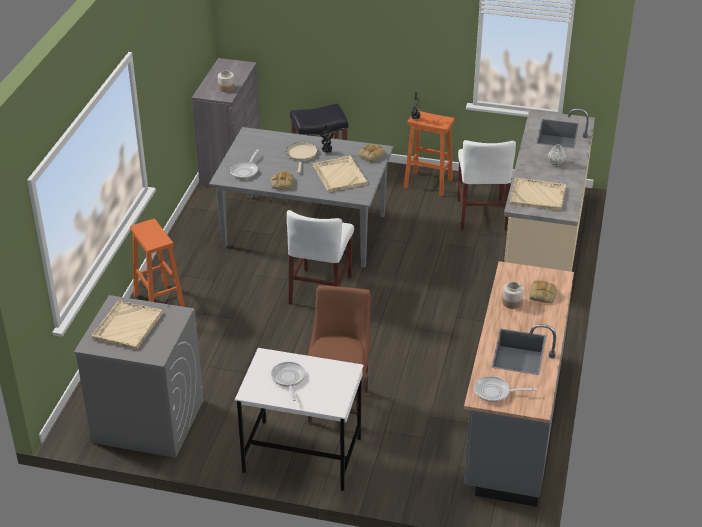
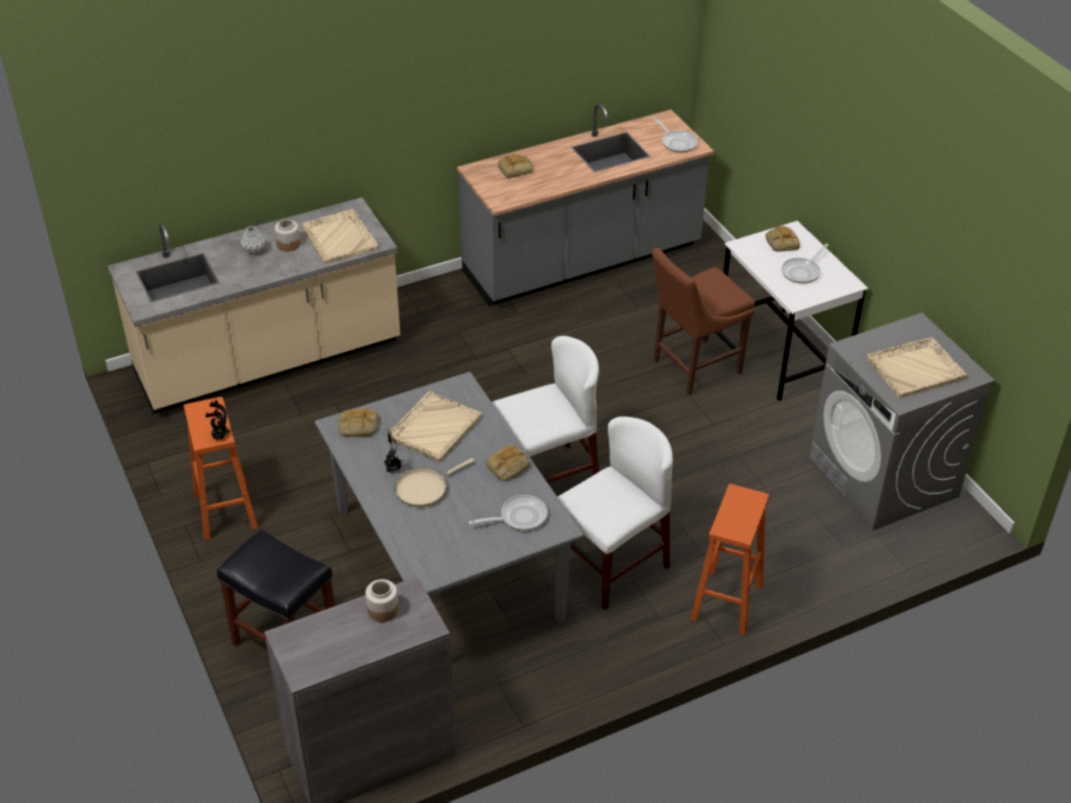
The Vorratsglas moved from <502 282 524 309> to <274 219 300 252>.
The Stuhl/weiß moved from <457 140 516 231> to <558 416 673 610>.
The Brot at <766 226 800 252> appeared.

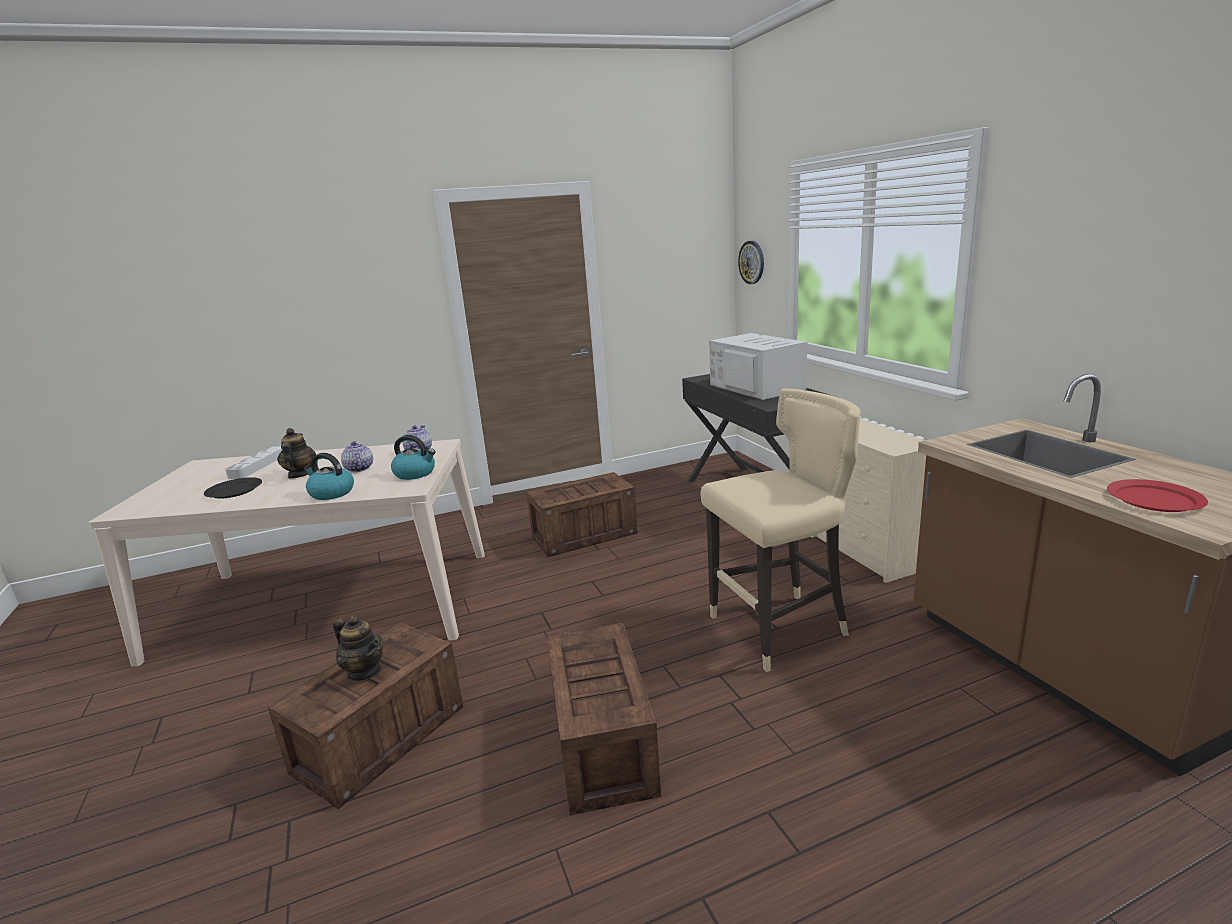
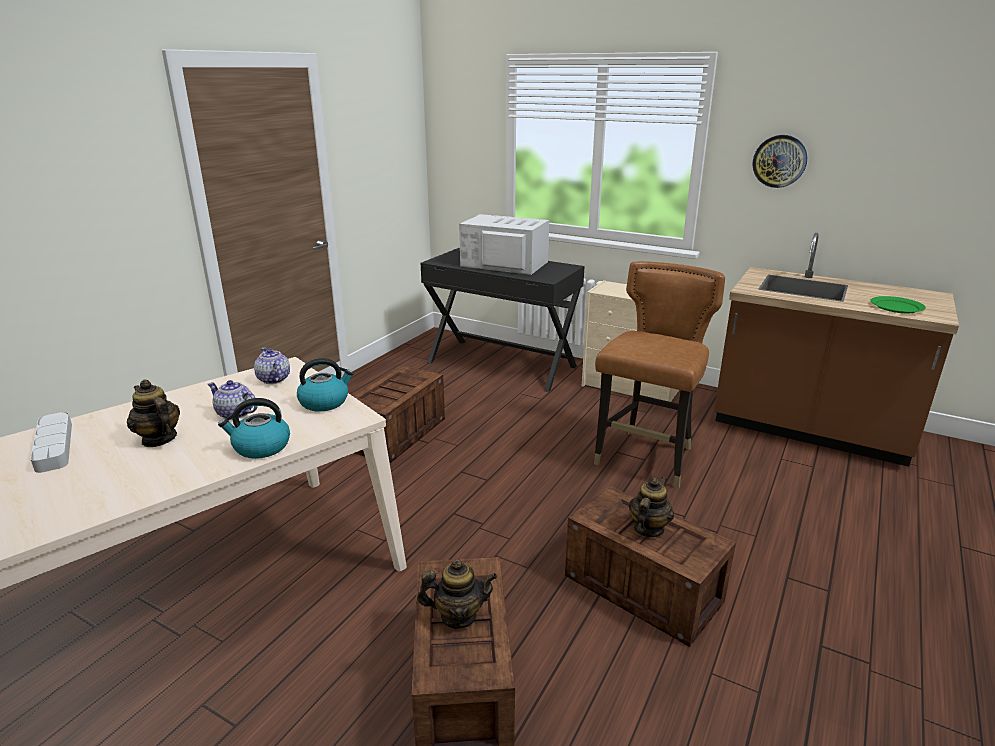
The Hocker/beige at <700 389 861 672> was replaced by the Stuhl/braun at <594 261 725 489>.
The Teekanne at <629 477 674 537> appeared.
The Wanduhr moved from <738 241 764 284> to <752 135 807 188>.
The Teller/rot at <1107 479 1208 512> became the Teller/grün at <870 296 926 313>.
The Teller/schwarz at <204 477 262 499> disappeared.

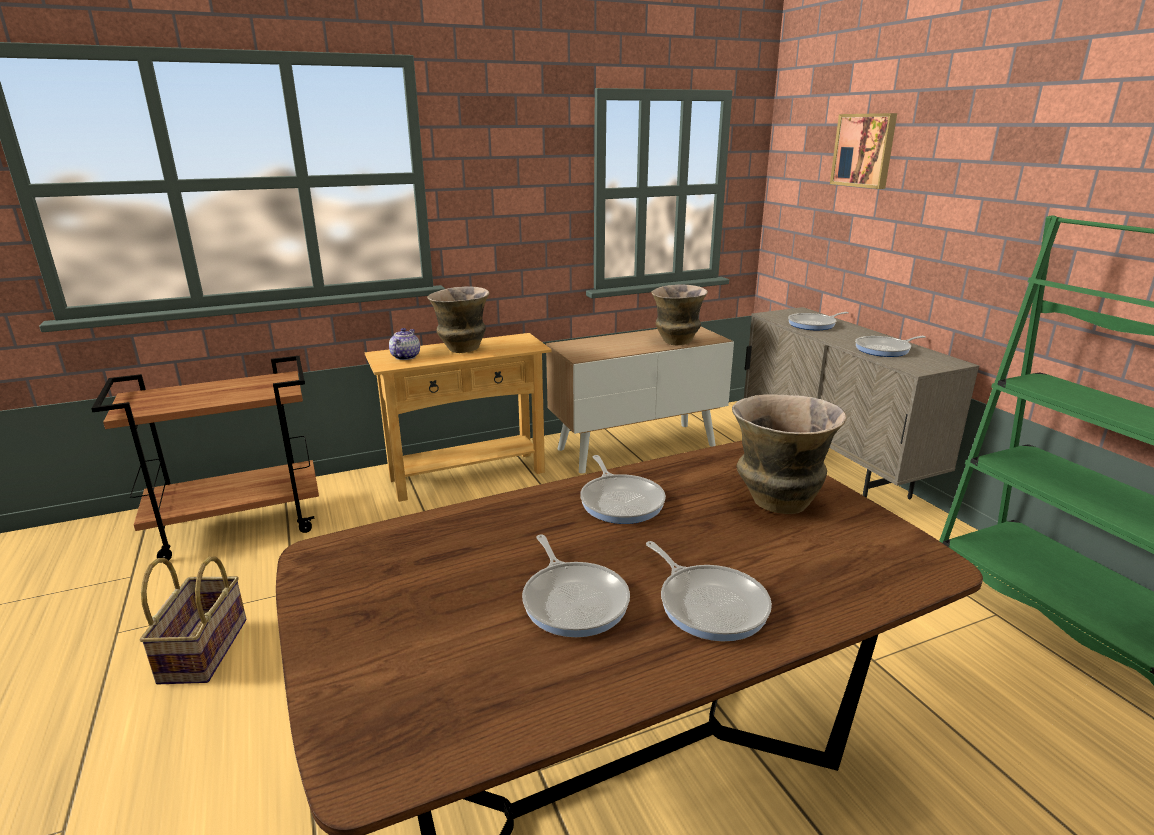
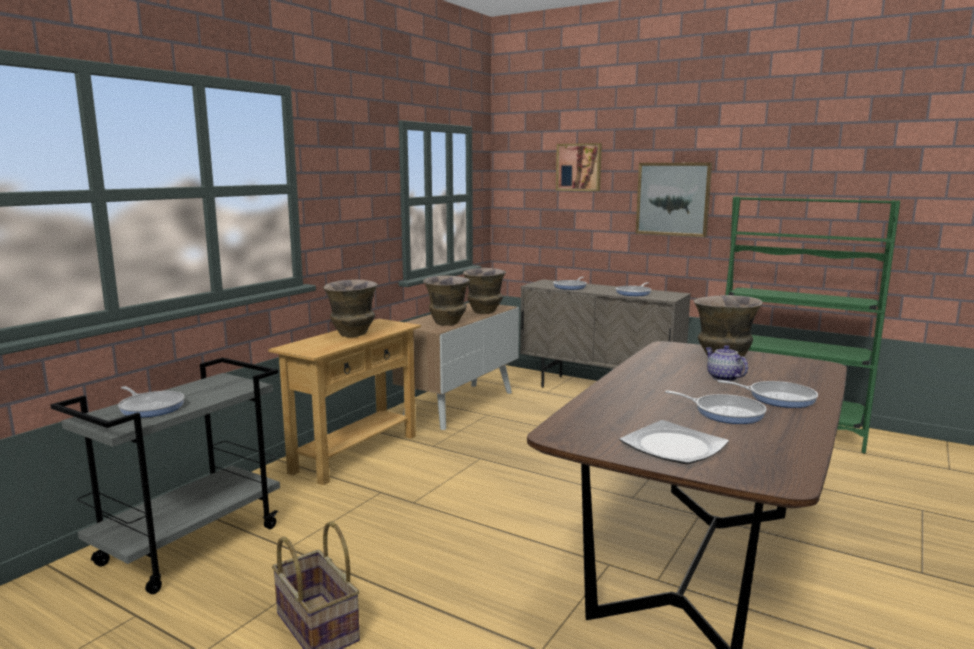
The Rollwagen/braun at <91 356 319 561> became the Rollwagen/grau at <50 357 280 594>.
The Pfanne moved from <580 455 666 524> to <118 386 184 417>.
The Vase at <423 275 470 326> appeared.
The Teller at <619 420 729 464> appeared.
The Bild at <636 163 712 237> appeared.
The Teekanne moved from <389 328 420 360> to <706 345 748 381>.

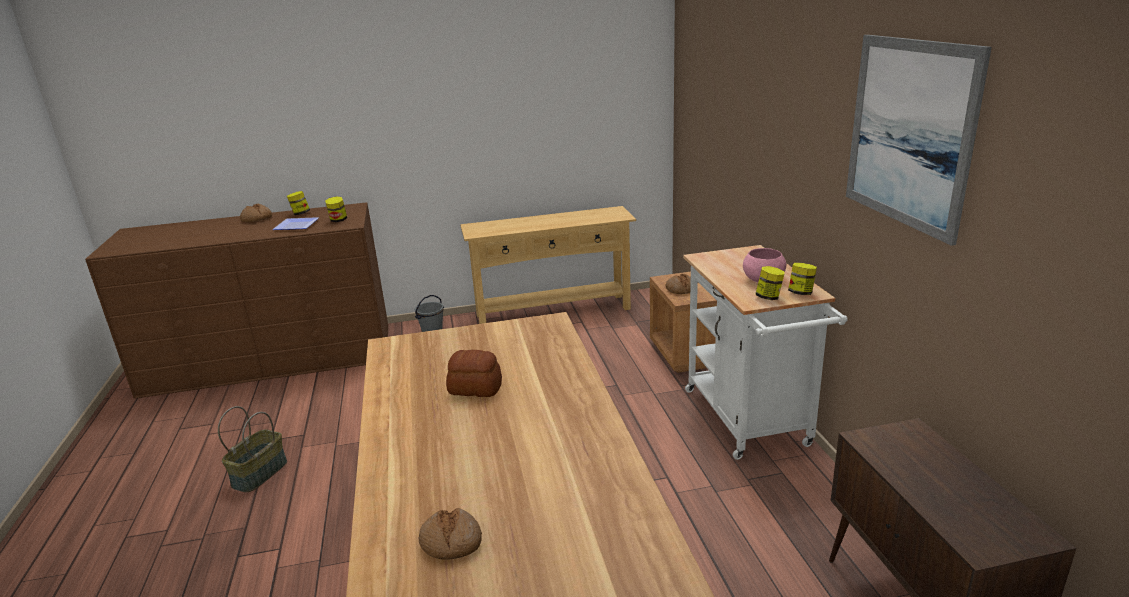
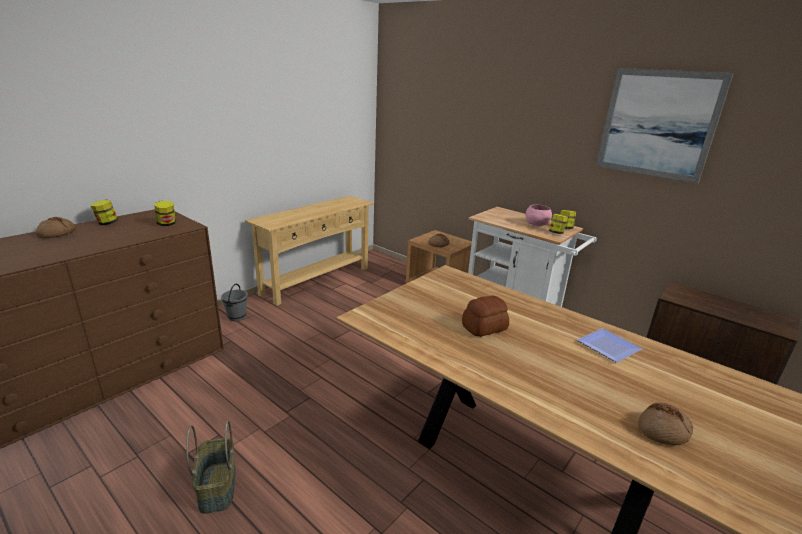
The Teller moved from <272 217 319 230> to <577 328 642 363>.

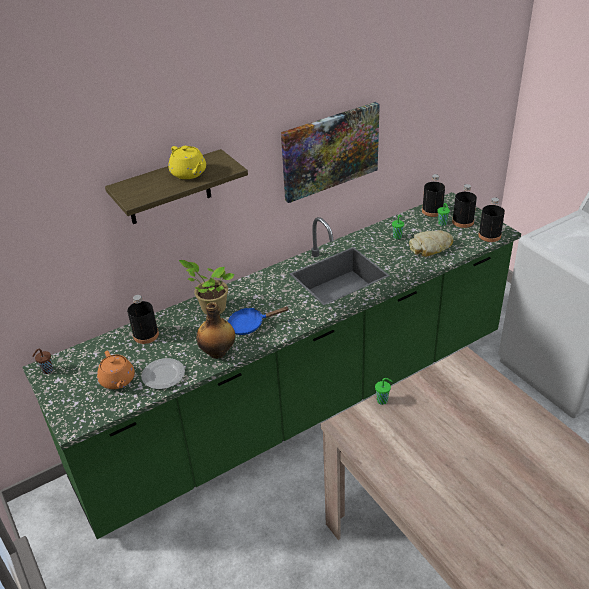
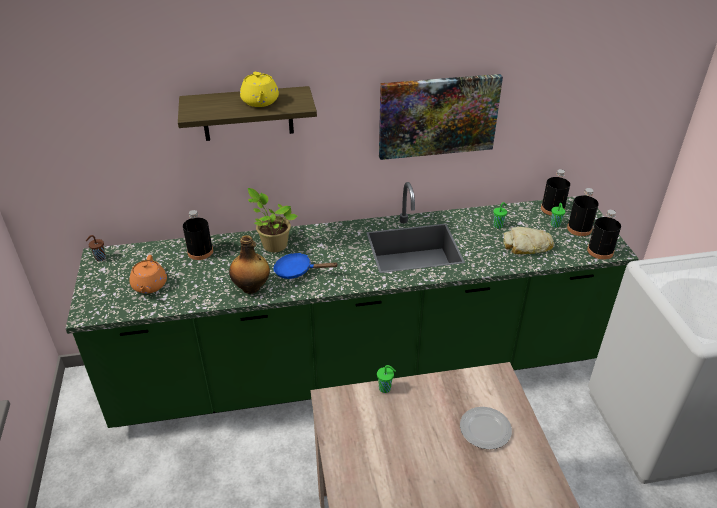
The Teller moved from <141 358 185 389> to <460 407 512 449>.

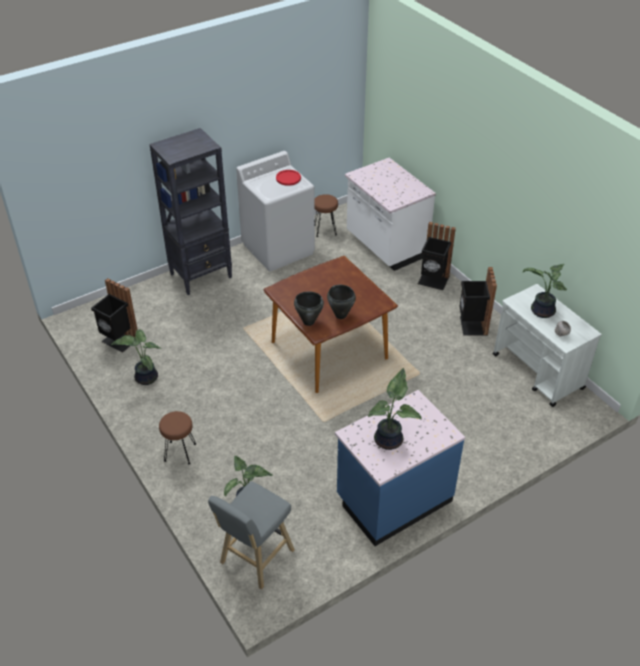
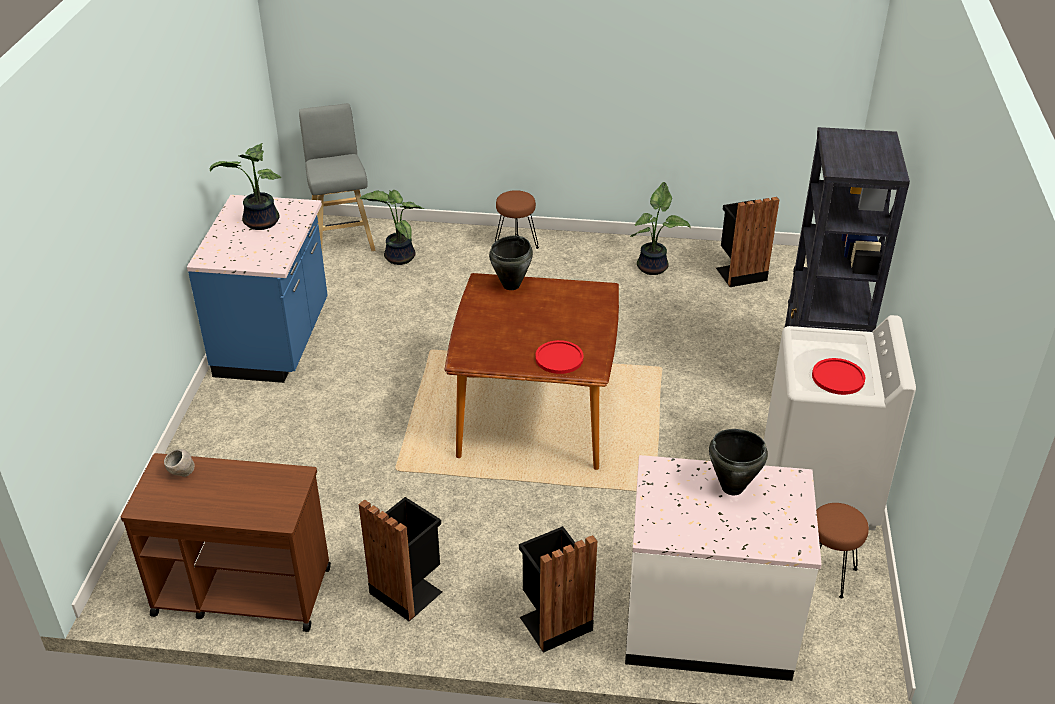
The Rollwagen/weiß at <493 284 602 407> became the Rollwagen/braun at <121 453 331 632>.
The Teller/rot at <535 340 583 374> appeared.
The Kochtopf/schwarz moved from <327 285 356 319> to <709 429 768 495>.
The Topfpflanze at <523 264 567 318> disappeared.

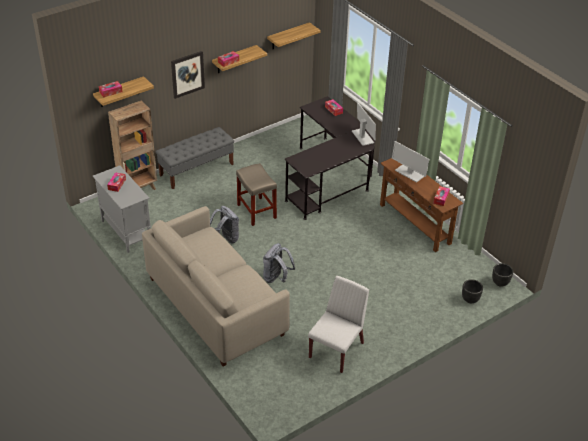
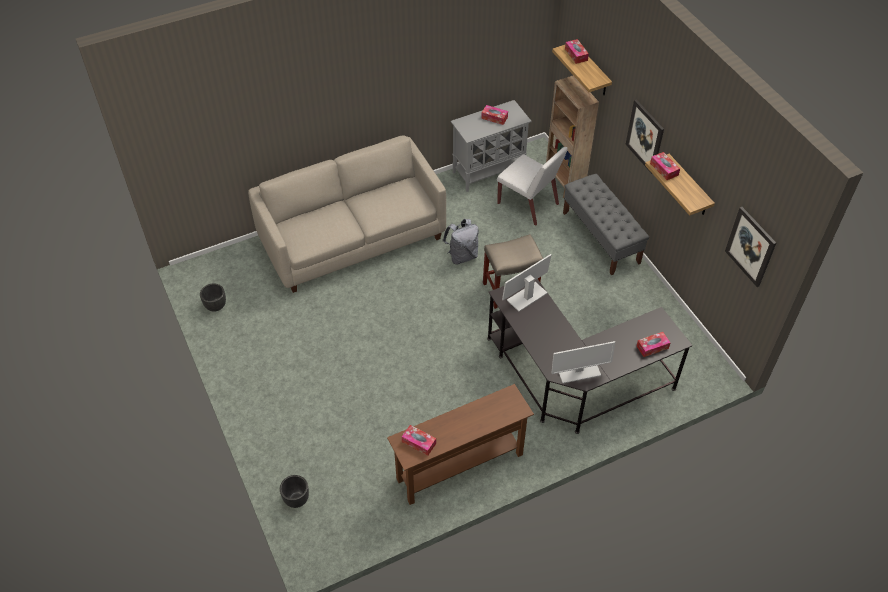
The Pflanzkübel/schwarz moved from <492 263 513 287> to <200 283 226 311>.
The Stuhl/weiß moved from <308 276 369 373> to <497 147 568 226>.
The Monitor moved from <392 141 429 183> to <502 254 551 312>.
The Wandregal at <267 22 320 49> was replaced by the Bild at <725 207 776 287>.
The Rucksack/grau at <263 243 295 283> disappeared.

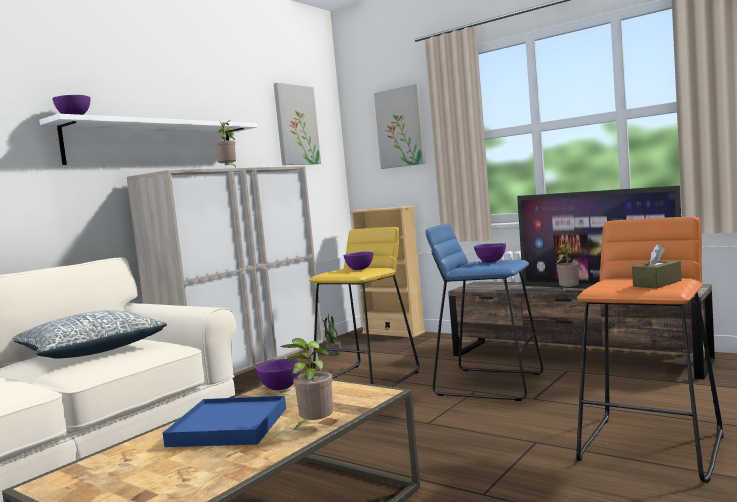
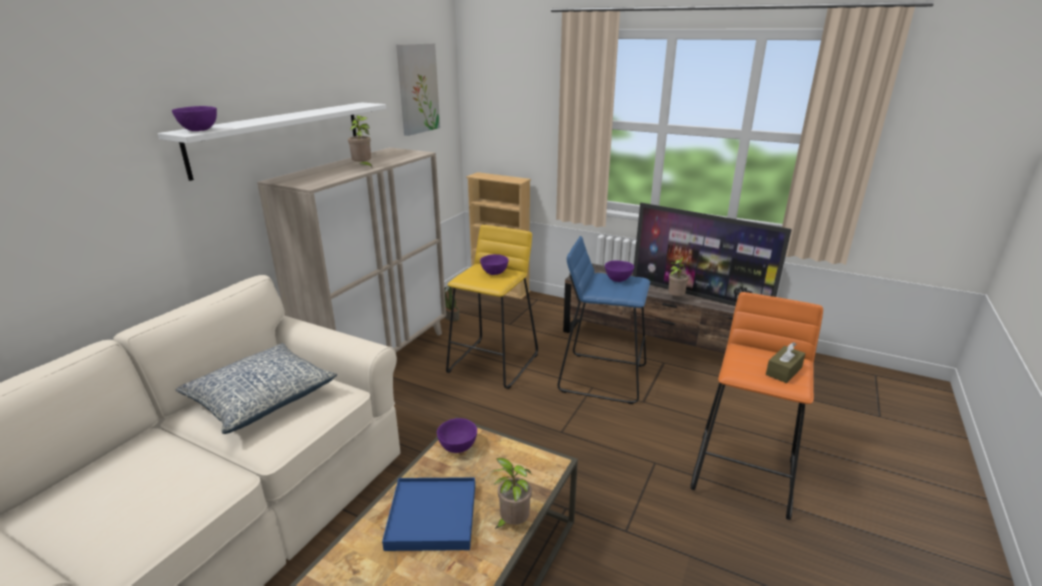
The Bild at <374 84 426 169> disappeared.

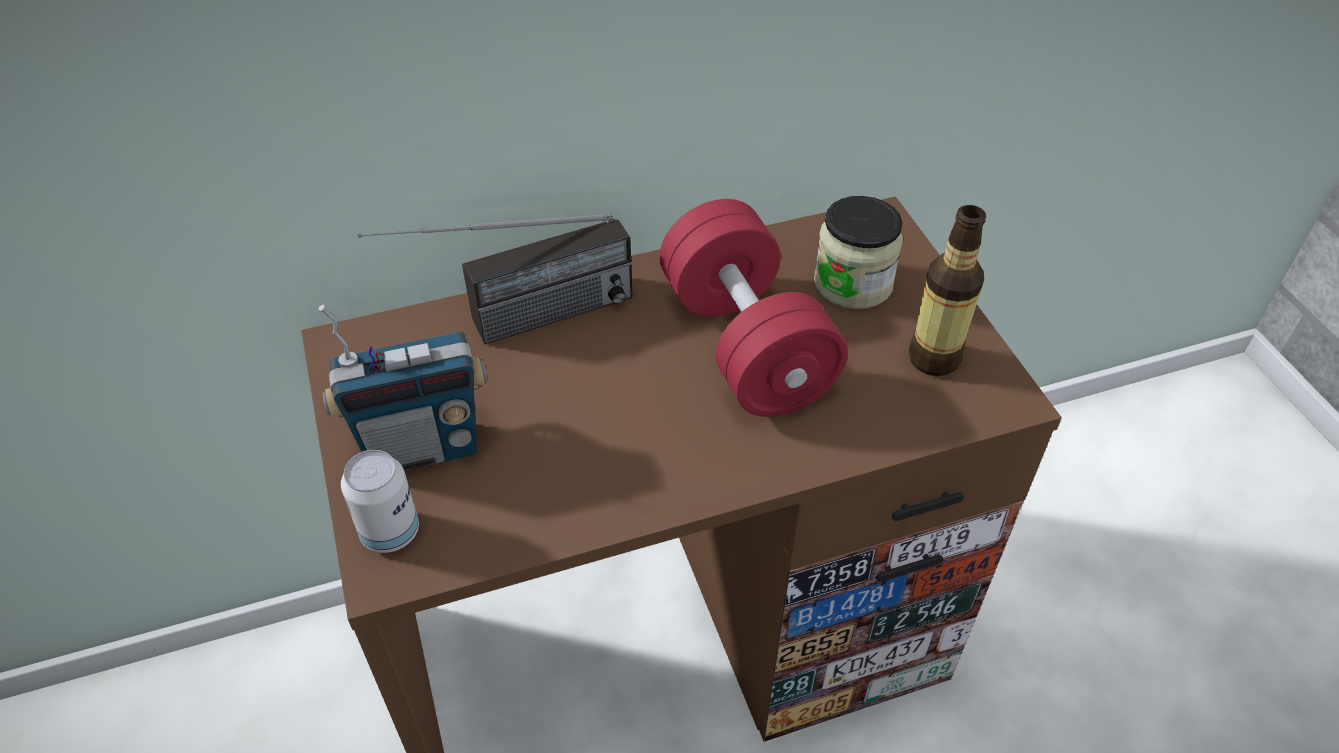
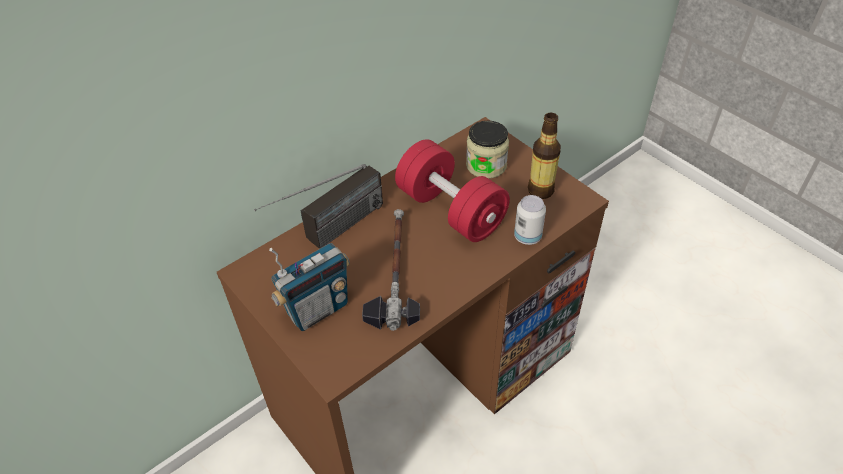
The Hammer at <362 209 420 331> appeared.
The Dose moved from <341 450 419 553> to <514 195 546 245>.

